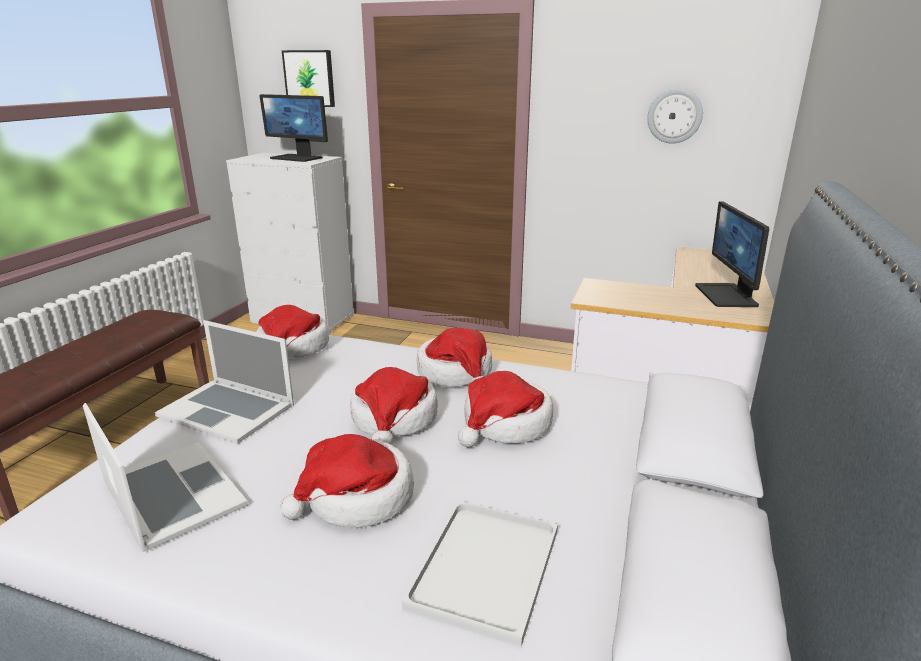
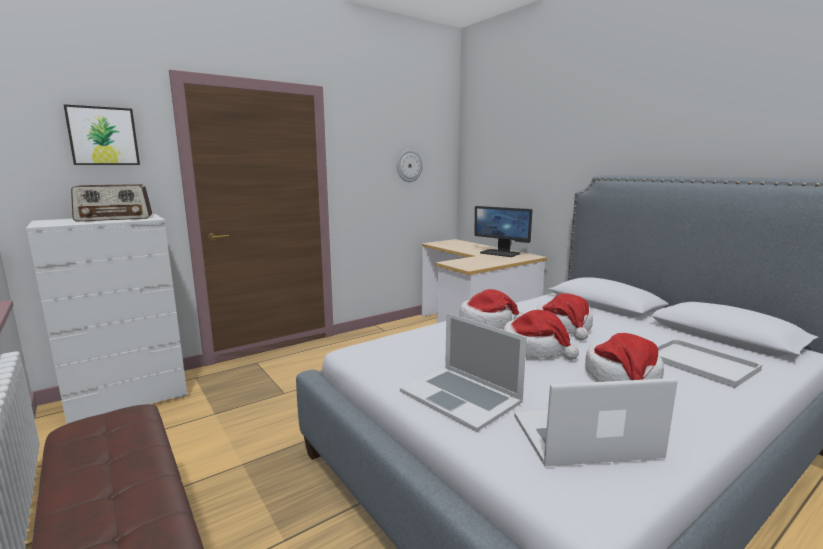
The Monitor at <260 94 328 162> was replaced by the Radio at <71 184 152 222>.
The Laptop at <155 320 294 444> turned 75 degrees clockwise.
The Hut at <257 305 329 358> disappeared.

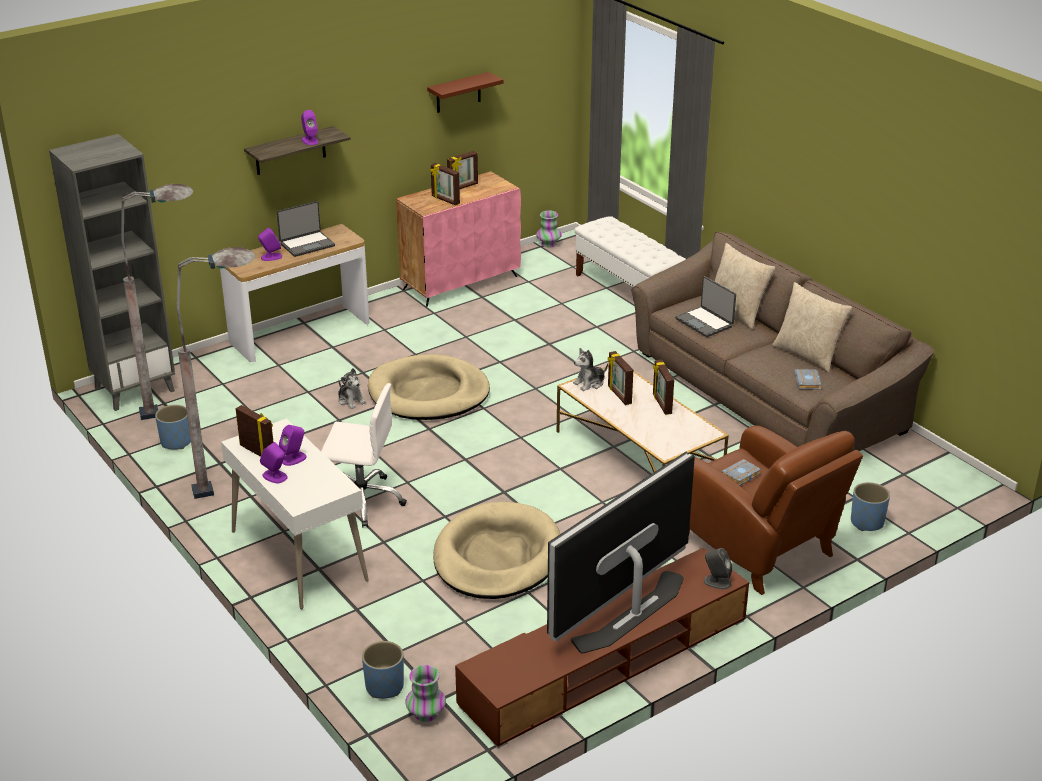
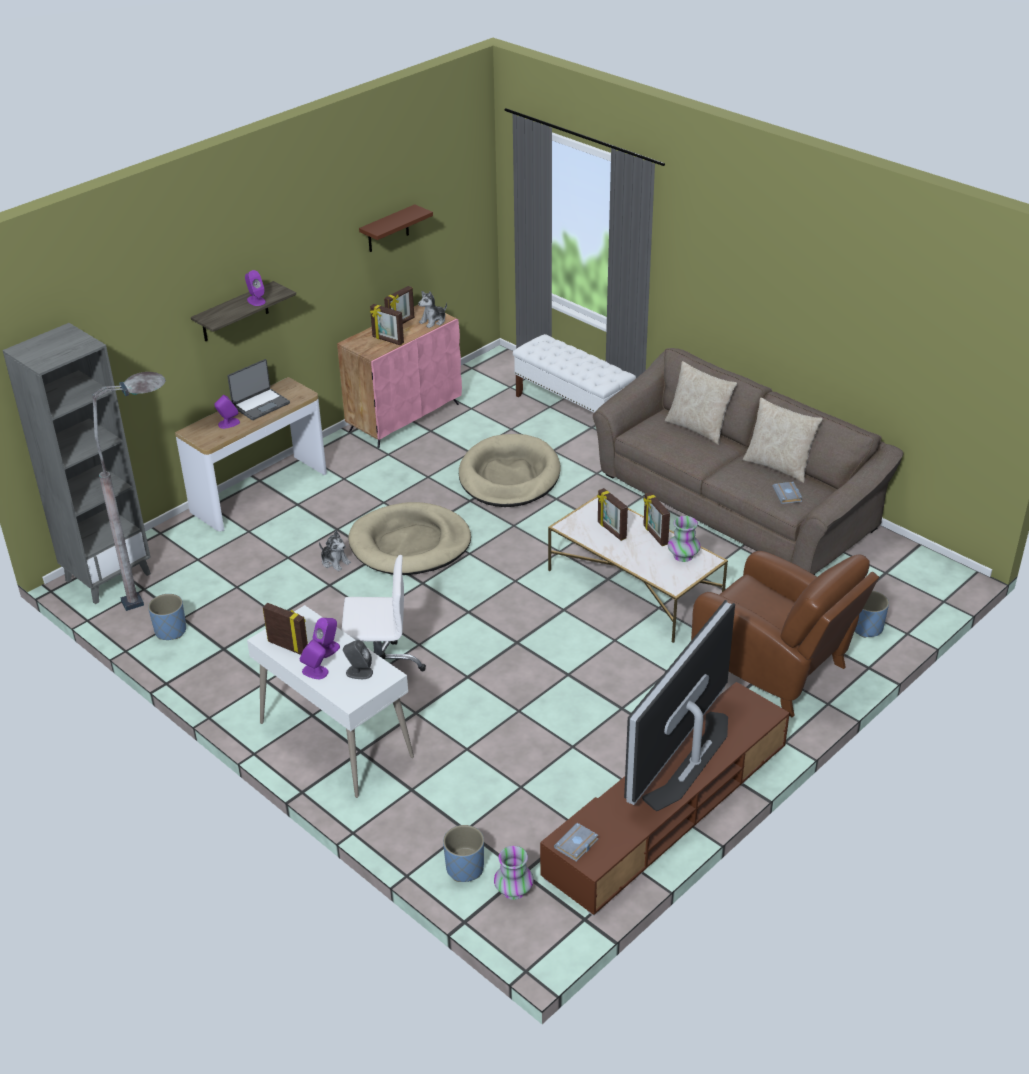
The Lautsprecher/grau moved from <704 548 732 589> to <343 640 373 679>.
The Plüschtier moved from <573 348 608 391> to <418 291 447 328>.
The Hundebett/beige moved from <433 502 560 599> to <459 434 561 507>.
The Buch/grau moved from <721 459 761 486> to <554 823 599 862>.
The Vase moved from <536 211 562 247> to <668 516 700 562>.
The Stehlampe/grau at <177 247 255 499> disappeared.
The Laptop at <675 276 736 337> disappeared.

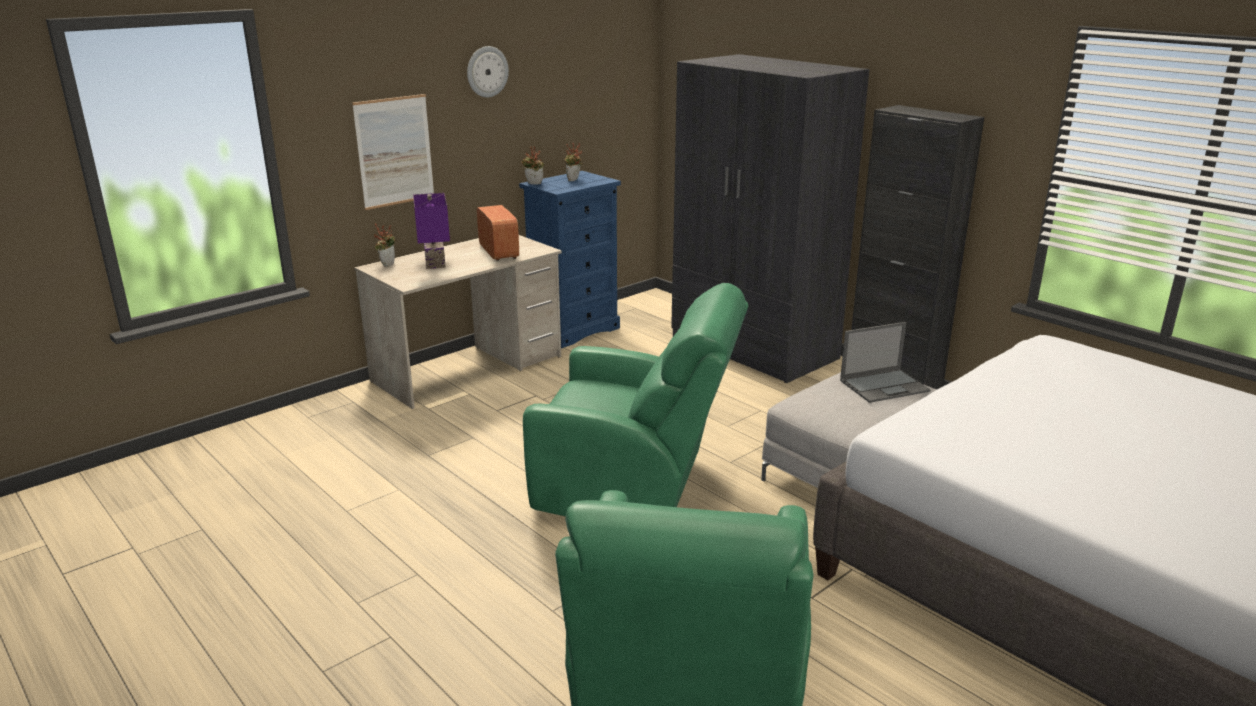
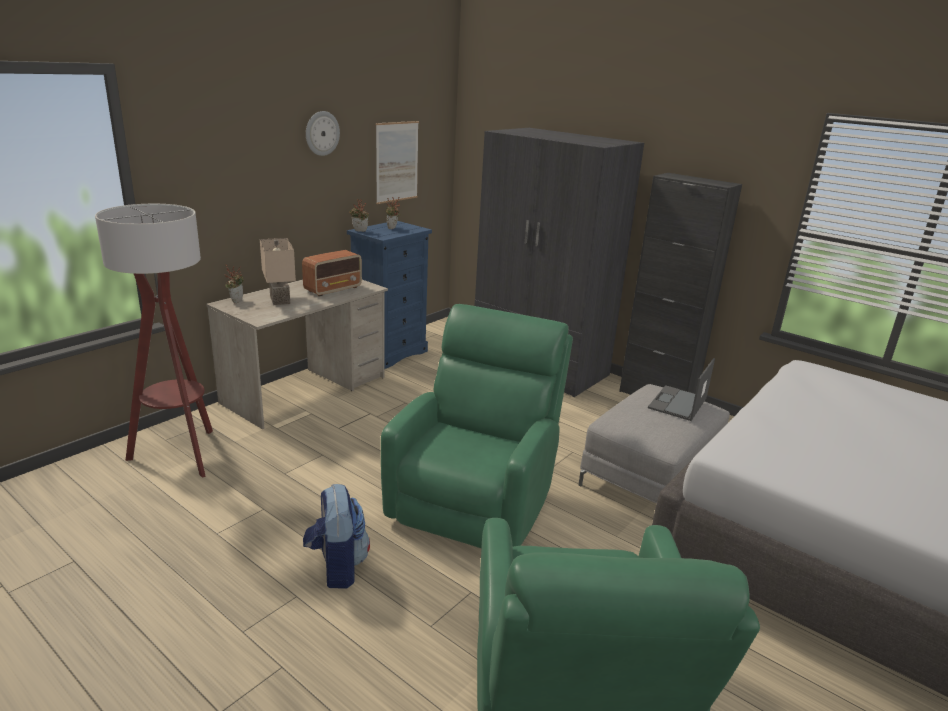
The Stehlampe at <95 204 213 478> appeared.
The Tischlampe/lila at <413 193 450 269> became the Tischlampe/beige at <260 238 296 305>.
The Radio at <477 205 519 261> turned 75 degrees clockwise.
The Rucksack at <303 484 370 588> appeared.
The Bild moved from <352 94 434 210> to <376 121 419 204>.
The Sessel/grün at <523 283 749 516> turned 75 degrees counterclockwise.
The Laptop at <840 322 931 403> turned 150 degrees clockwise.

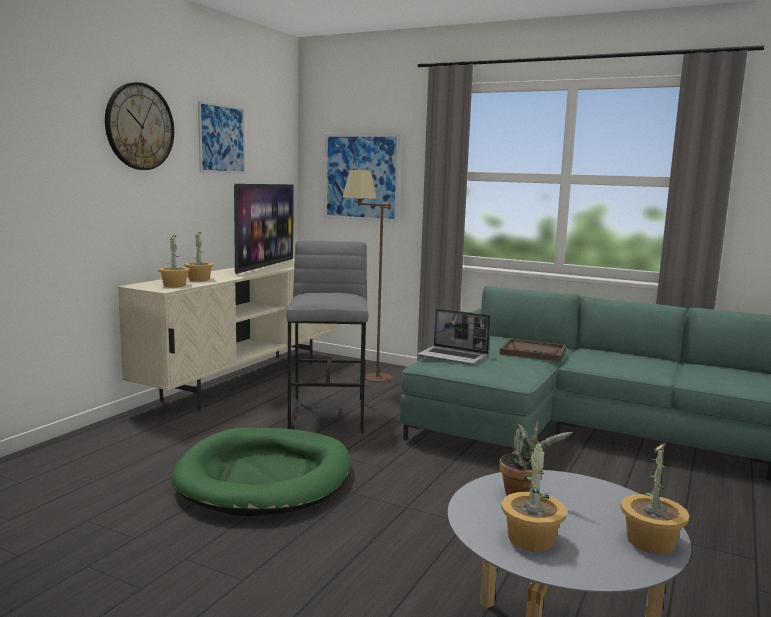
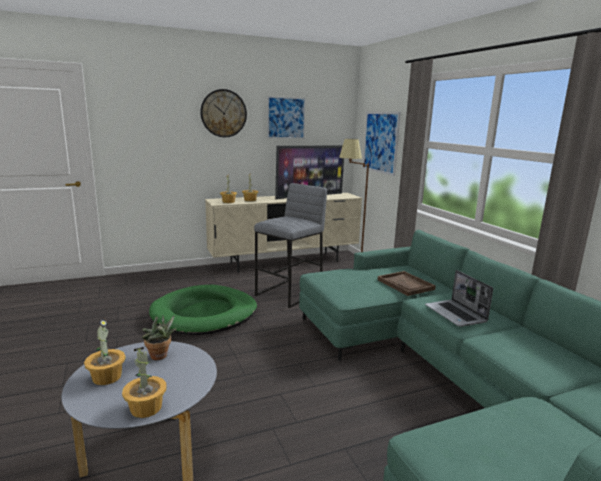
The Laptop moved from <417 308 491 365> to <425 270 493 327>.

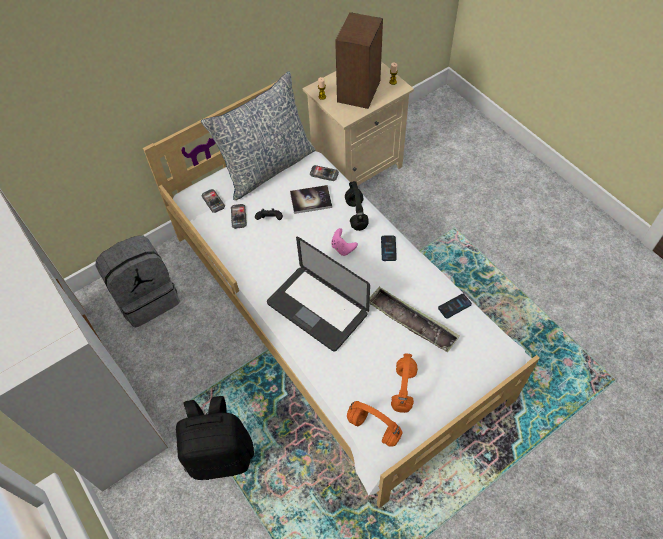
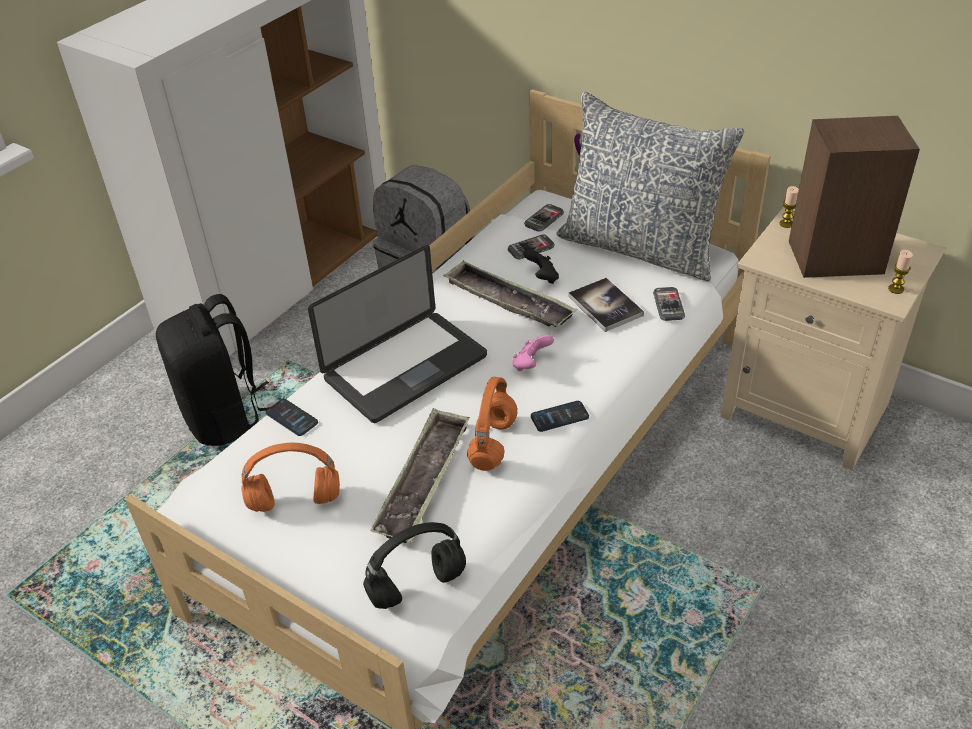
The Handy moved from <438 294 472 319> to <266 399 318 436>.
The Laptop at <267 237 370 352> turned 150 degrees counterclockwise.
The Kopfhörer/schwarz moved from <345 181 369 231> to <363 522 466 609>.
The Tablett at <443 260 577 327> appeared.
The Kopfhörer/orange moved from <347 401 402 446> to <467 377 517 471>.

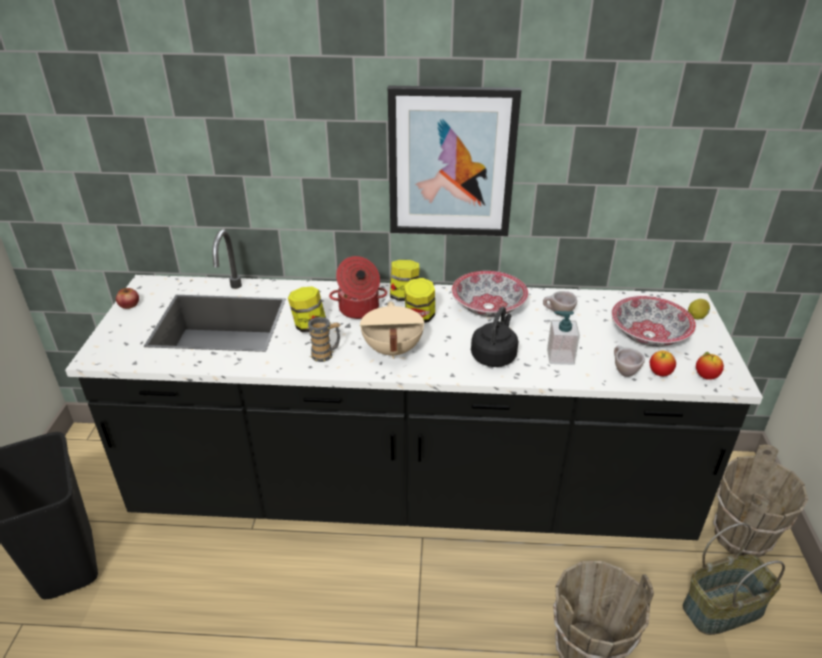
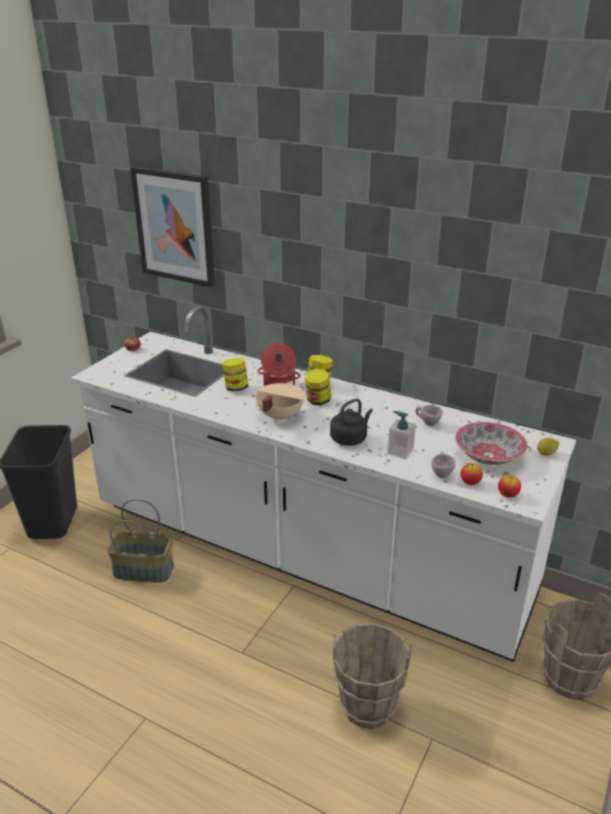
The Küchenzeile/schwarz at <65 229 763 540> became the Küchenzeile/weiß at <71 307 576 662>.
The Korb moved from <683 523 785 635> to <107 499 174 583>.
The Bild moved from <388 85 521 236> to <130 166 215 288>.
The Henkelbecher at <307 317 341 362> disappeared.
The Schüssel at <452 271 529 317> disappeared.

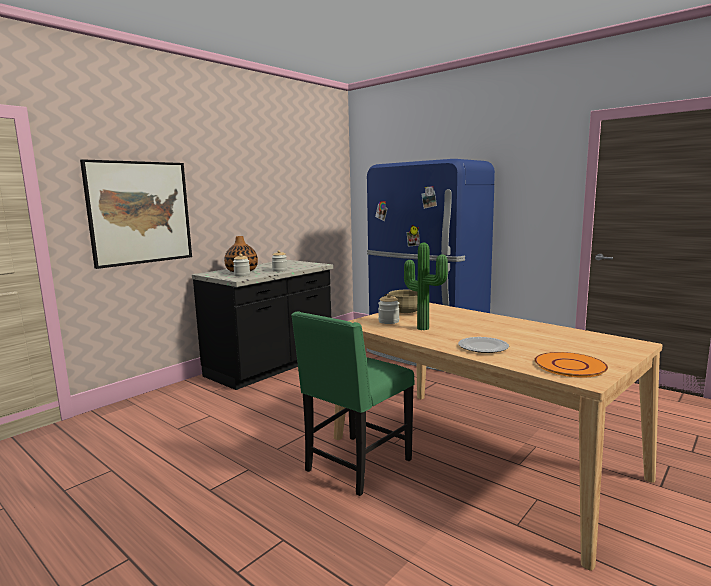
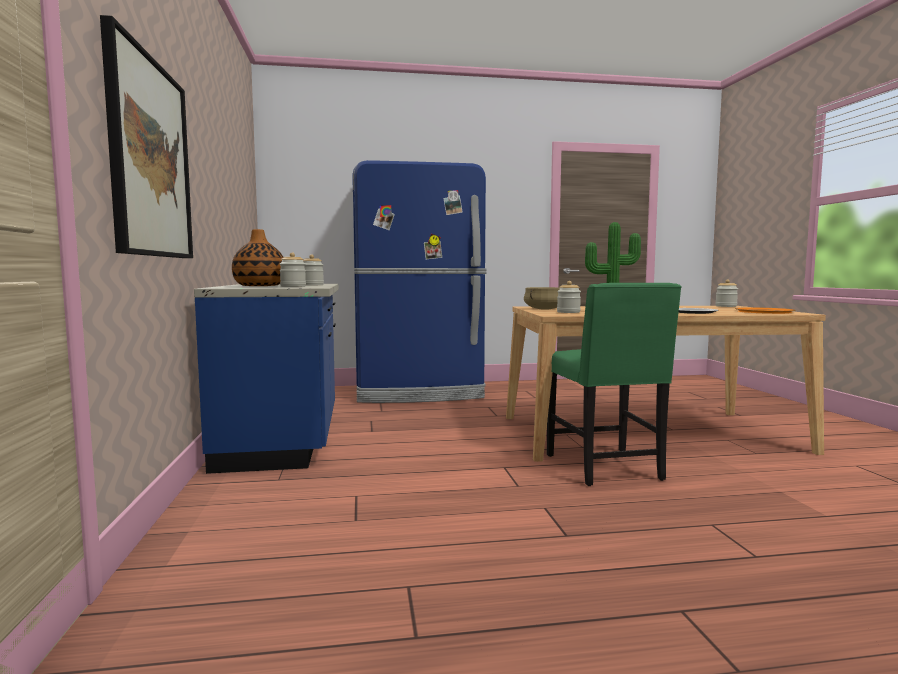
The Küchenzeile/schwarz at <192 260 333 390> became the Küchenzeile/blau at <194 284 338 474>.
The Vorratsglas at <715 279 738 307> appeared.

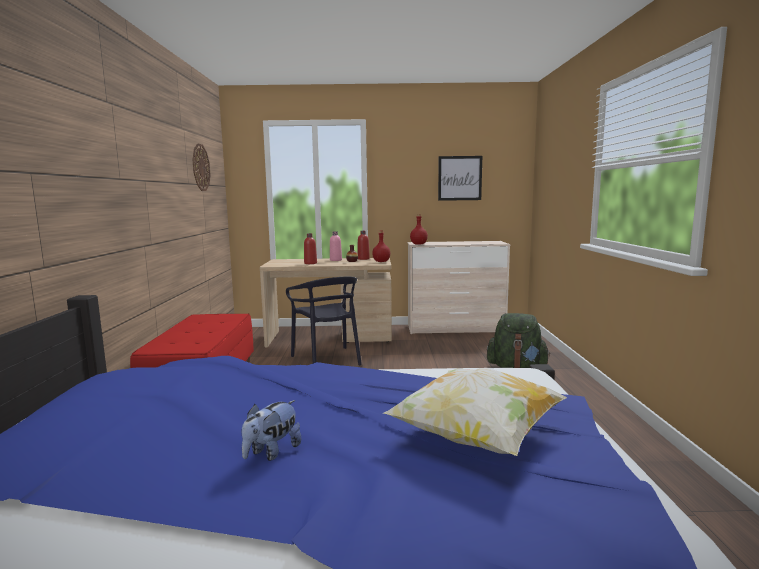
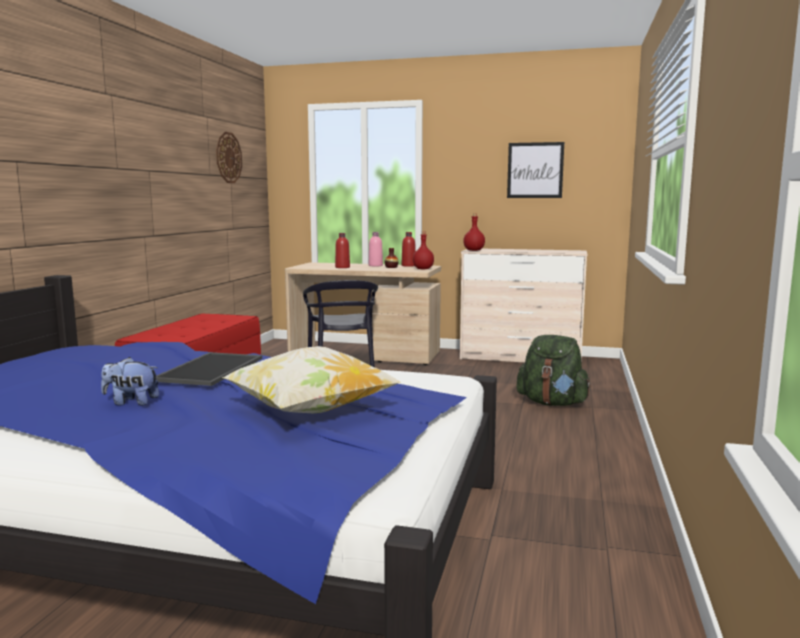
The Plüschtier at <242 400 301 461> turned 45 degrees clockwise.
The Tablett at <156 352 262 386> appeared.

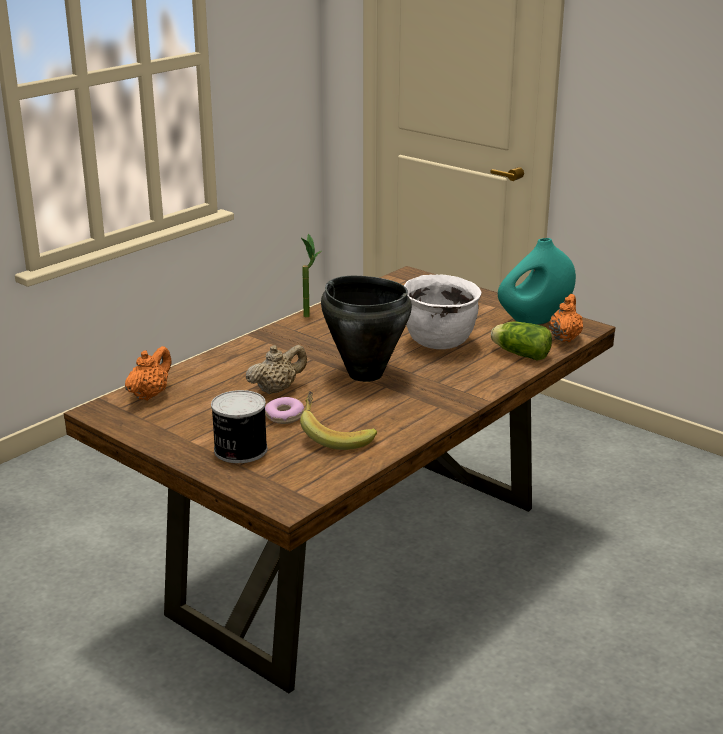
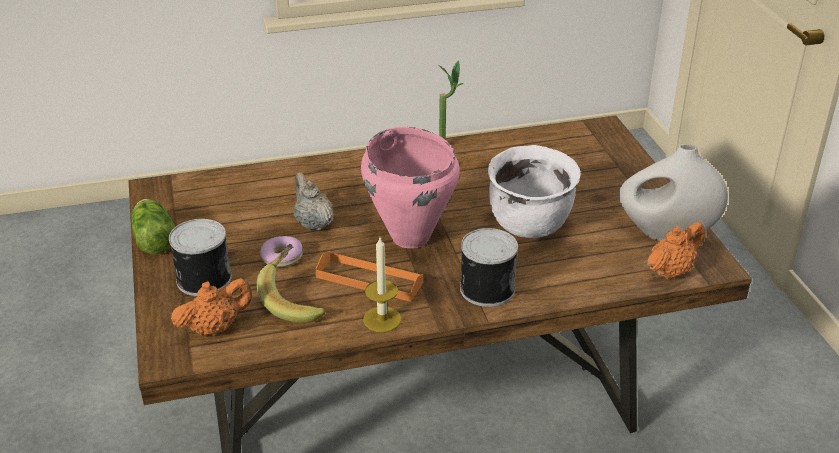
The Salatkopf moved from <491 322 552 360> to <132 199 175 254>.
The Teekanne/orange moved from <125 346 171 401> to <171 278 252 337>.
The Teekanne/beige at <246 345 307 394> turned 120 degrees counterclockwise.
The Tablett/orange at <315 251 423 302> appeared.
The Kochtopf/schwarz at <321 276 412 382> became the Kochtopf/rosa at <361 127 460 248>.
The Kerze at <363 237 402 332> appeared.
The Dose at <460 228 518 307> appeared.
The Vase/türkis at <498 238 576 325> became the Vase/weiß at <619 144 728 241>.

